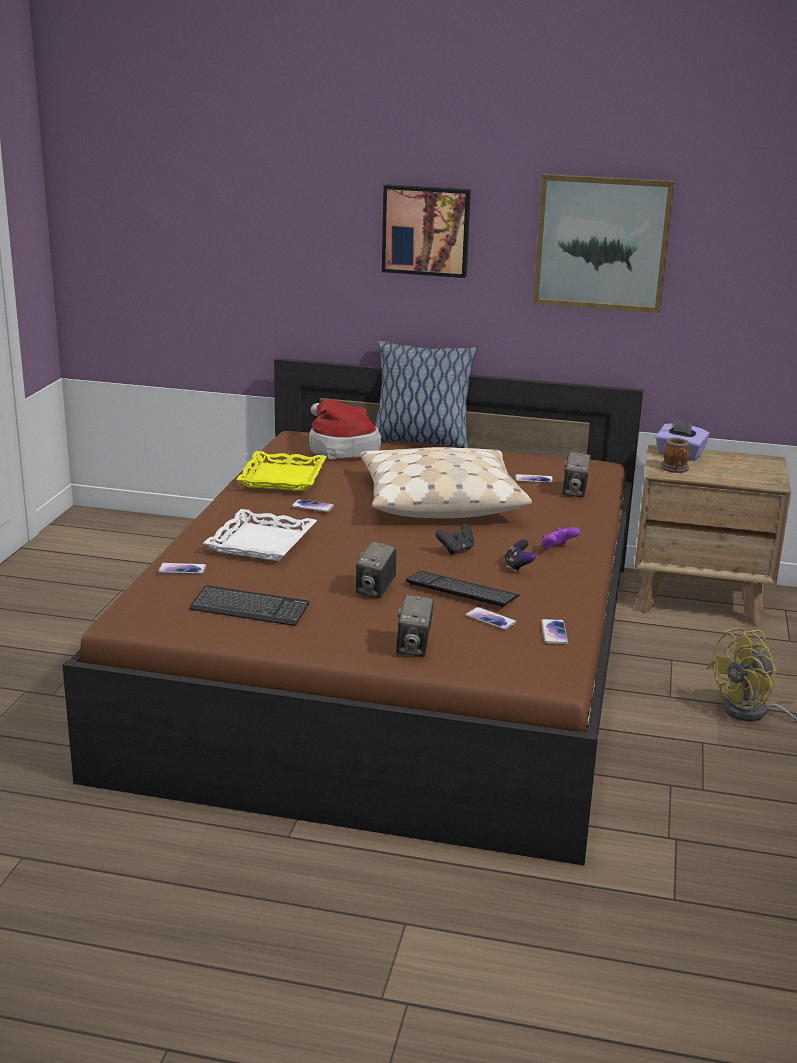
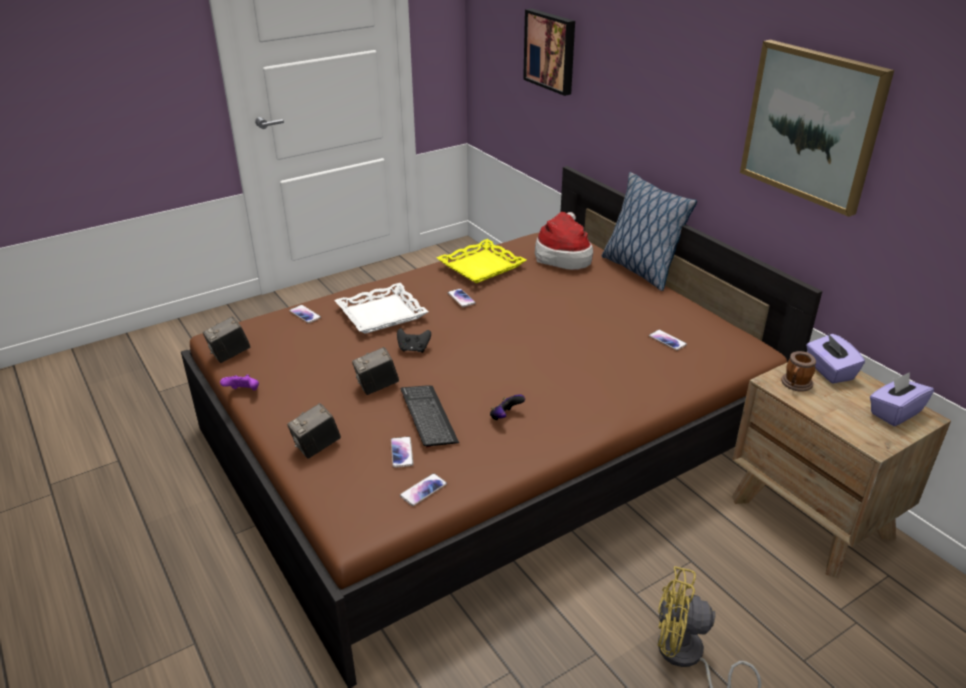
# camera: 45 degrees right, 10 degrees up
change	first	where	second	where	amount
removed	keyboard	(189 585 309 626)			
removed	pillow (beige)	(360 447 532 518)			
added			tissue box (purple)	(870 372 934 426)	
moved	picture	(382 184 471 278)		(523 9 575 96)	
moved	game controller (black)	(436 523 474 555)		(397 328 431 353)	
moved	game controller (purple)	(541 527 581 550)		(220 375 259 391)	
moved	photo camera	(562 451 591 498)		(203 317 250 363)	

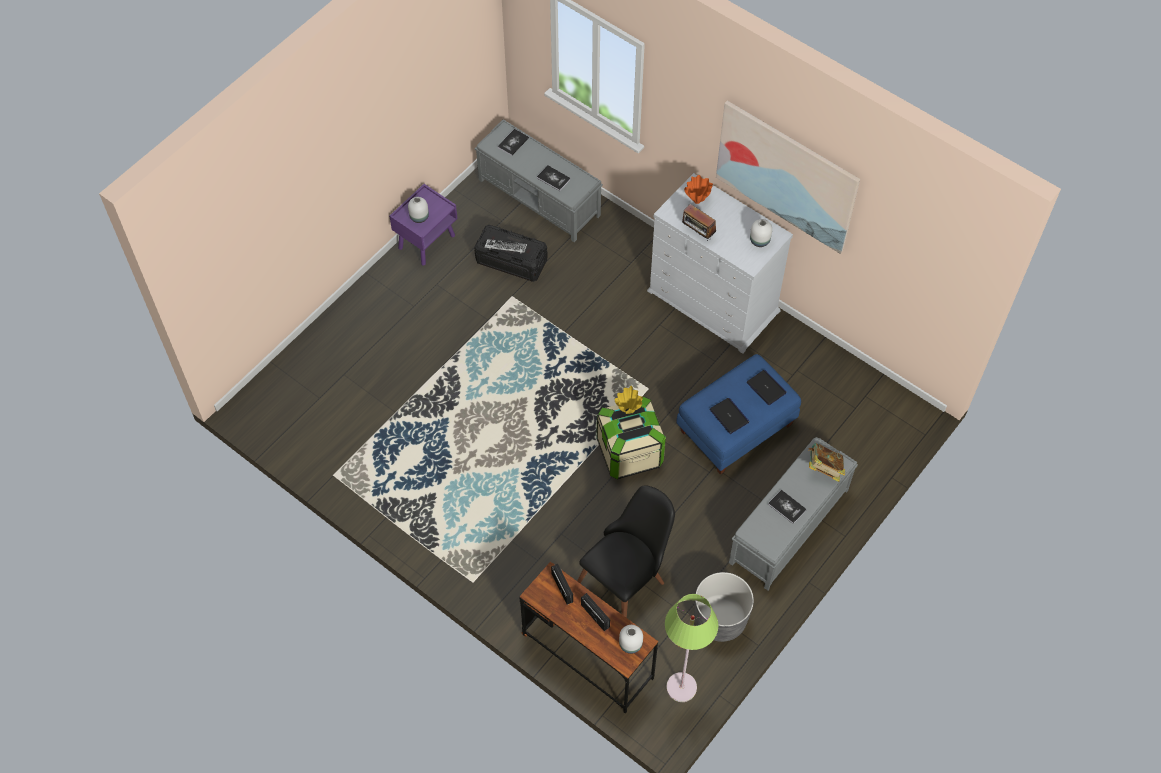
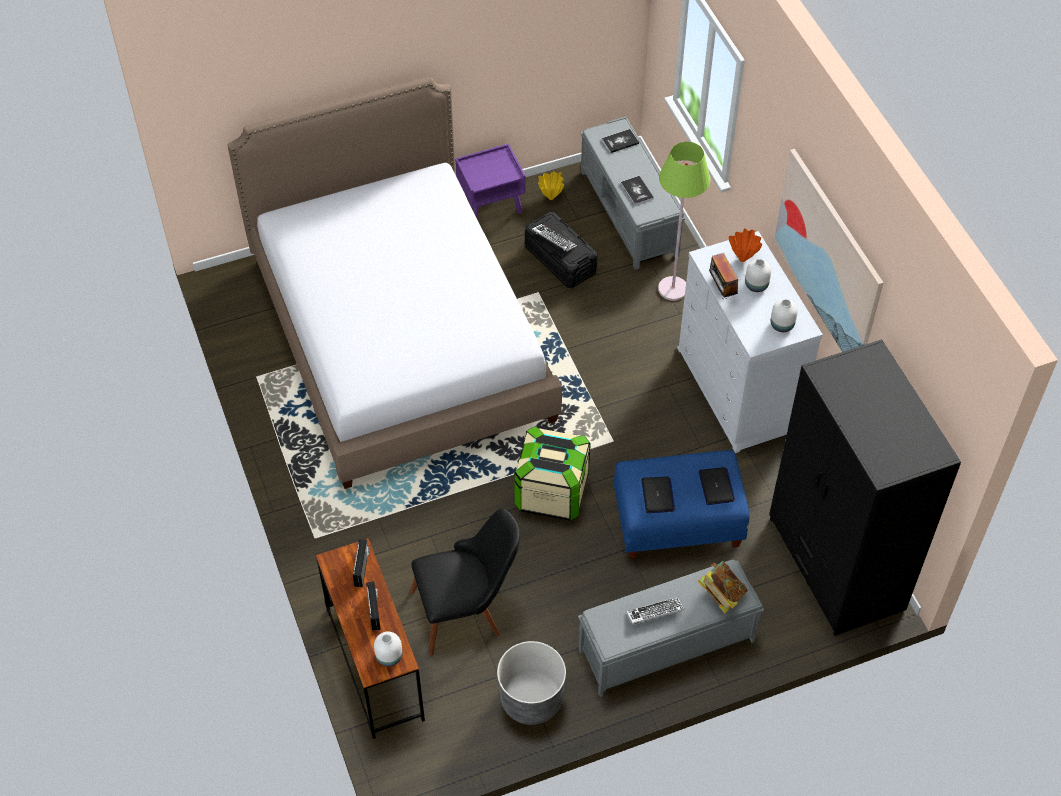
# camera: 30 degrees right, 5 degrees down
change	first	where	second	where	amount
added			bed	(227 77 562 489)	
added			wardrobe (black)	(769 339 961 636)	
moved	vase (white)	(408 197 429 223)		(745 259 771 292)	
moved	vase (yellow)	(614 386 643 414)		(538 171 564 200)	
moved	floor lamp (green)	(665 594 718 702)		(658 141 711 301)	
replaced	book	(768 490 807 524)	keyboard	(627 597 684 624)	

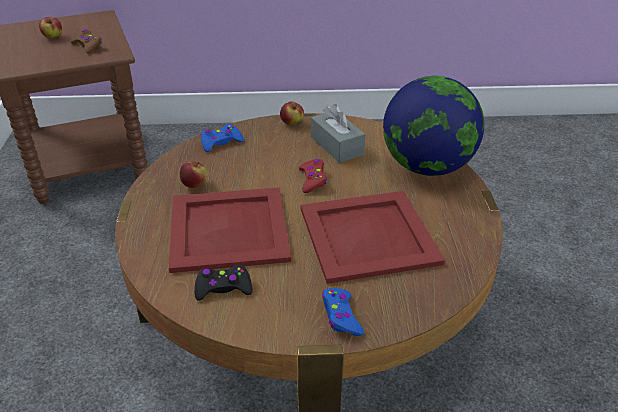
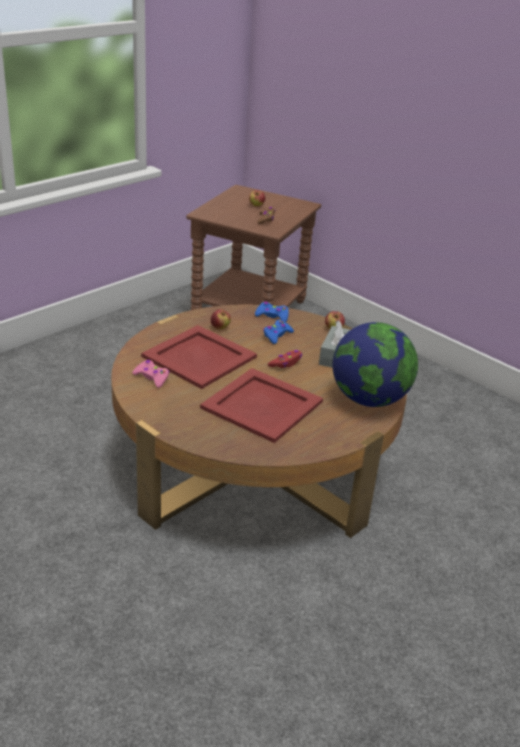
# camera: 45 degrees right, 5 degrees down
change	first	where	second	where	amount
moved	game controller (blue)	(322 288 364 336)		(263 320 294 344)	
recoloured	game controller (black)	(194 265 253 301)	game controller (pink)	(132 360 170 388)	

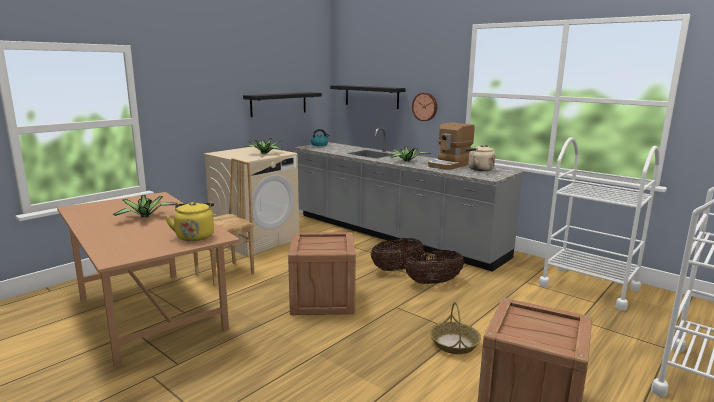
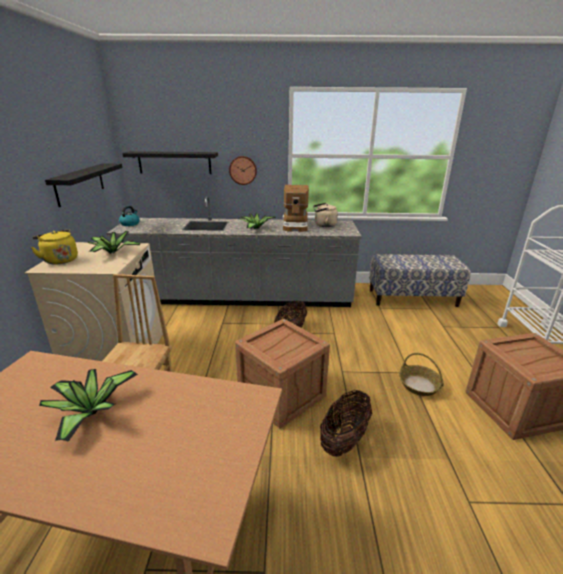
# camera: 40 degrees left, 10 degrees up
change	first	where	second	where	amount
moved	kettle (yellow)	(165 202 214 241)		(31 230 78 264)	
moved	basket	(404 250 464 284)		(320 390 372 457)	
replaced	cart (white)	(539 137 660 311)	bench	(369 254 471 307)	

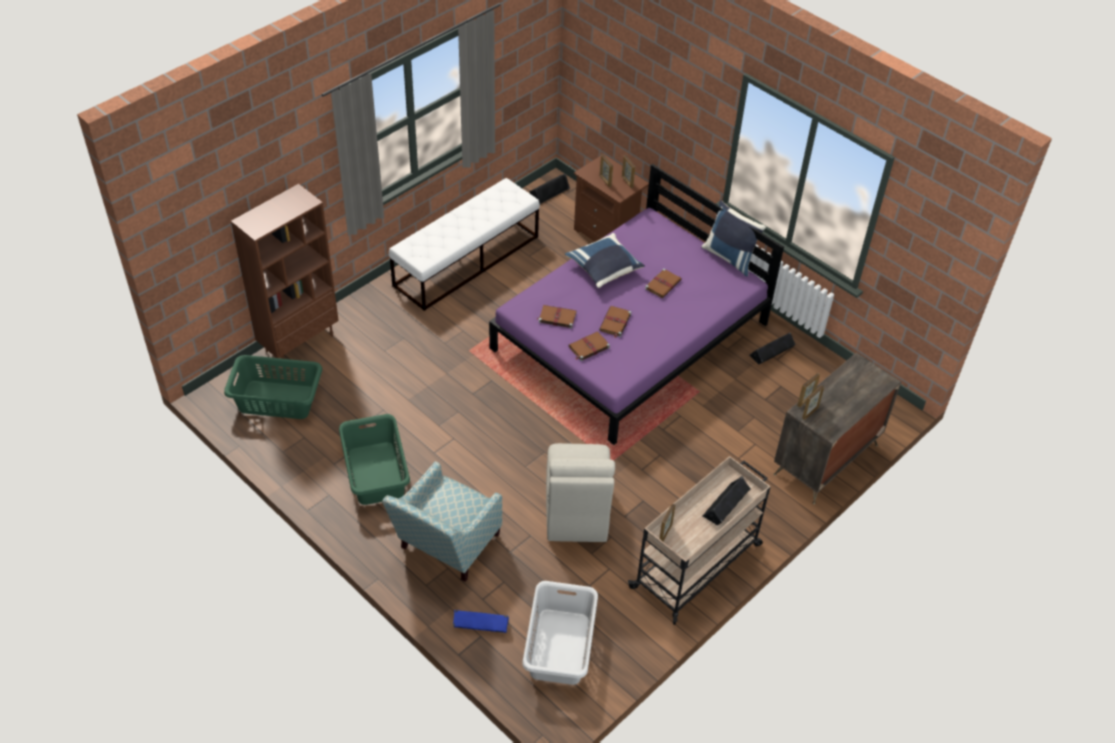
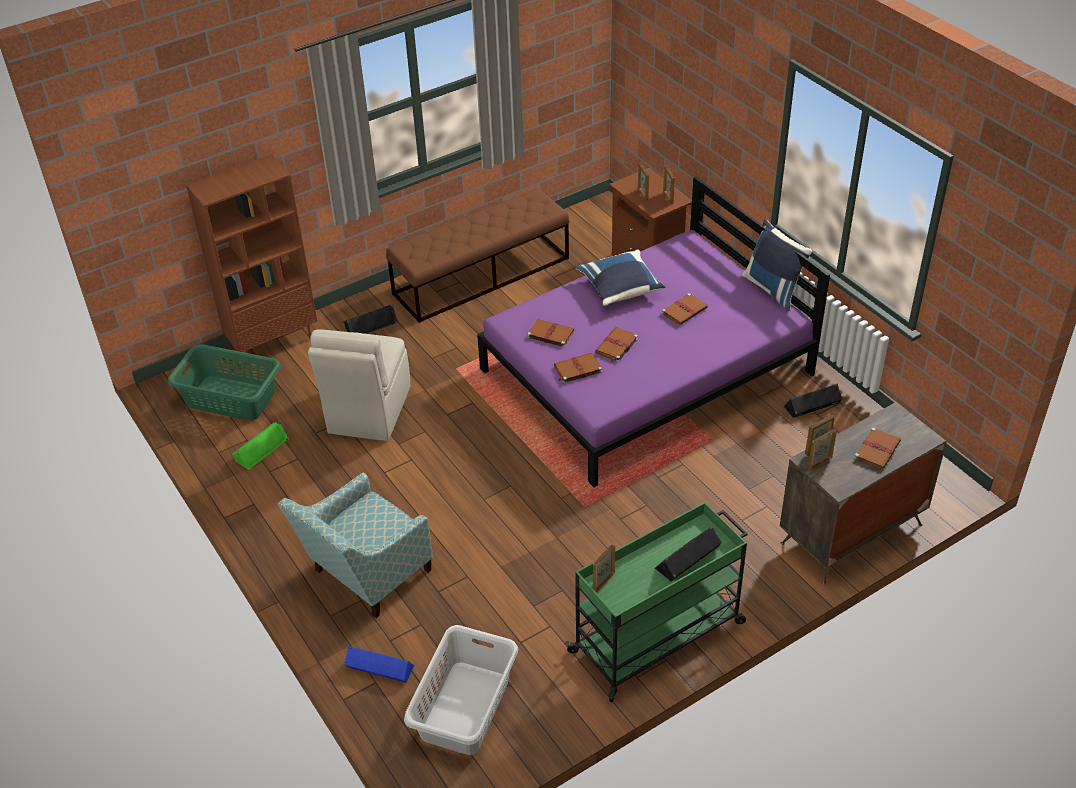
# camera: 15 degrees right, 5 degrees down
change	first	where	second	where	amount
removed	laundry basket (green)	(339 414 410 505)			
added			speaker (green)	(232 421 289 470)	
added			book (brown)	(854 427 901 470)	
moved	speaker (black)	(529 174 570 204)		(343 304 398 334)	
moved	chair (beige)	(546 443 615 542)		(308 330 410 441)	
recoloured	bench (white)	(389 178 540 311)	bench (brown)	(386 188 569 323)	
recoloured	cart (beige)	(628 456 771 625)	cart (green)	(565 502 748 702)	

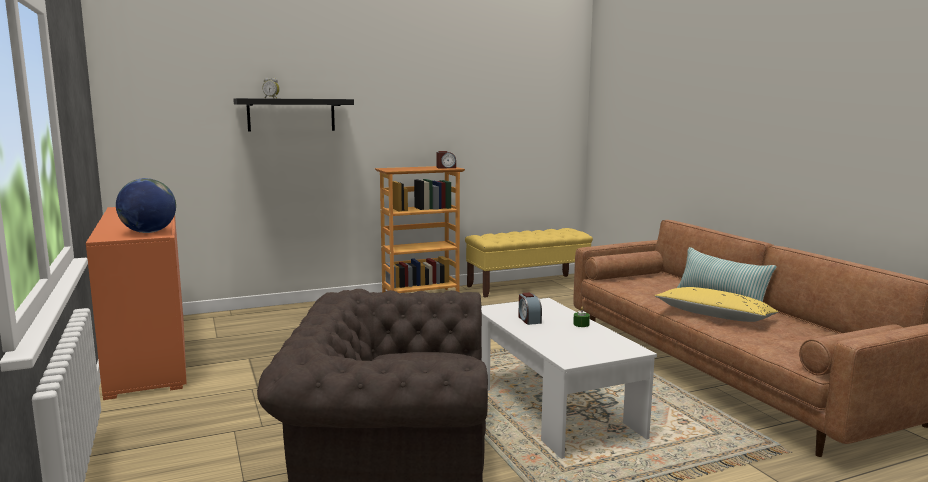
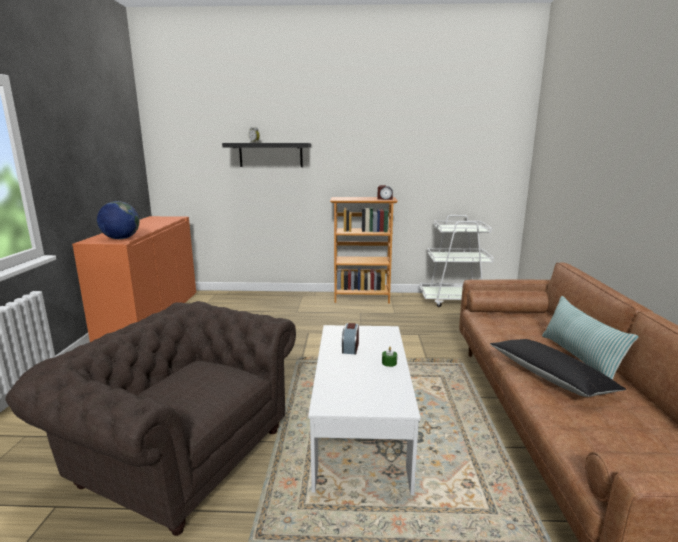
# camera: 25 degrees right, 5 degrees up
change	first	where	second	where	amount
replaced	bench (yellow)	(465 228 593 298)	cart (white)	(420 215 494 307)	
recoloured	pillow (yellow)	(655 287 778 322)	pillow (black)	(490 339 626 397)	

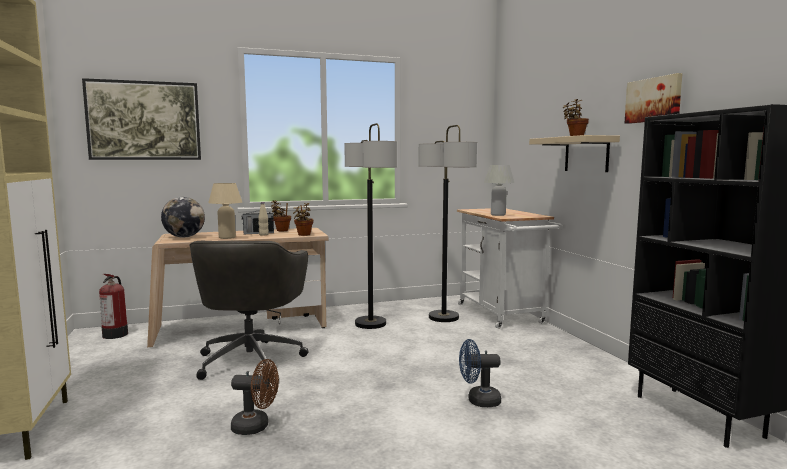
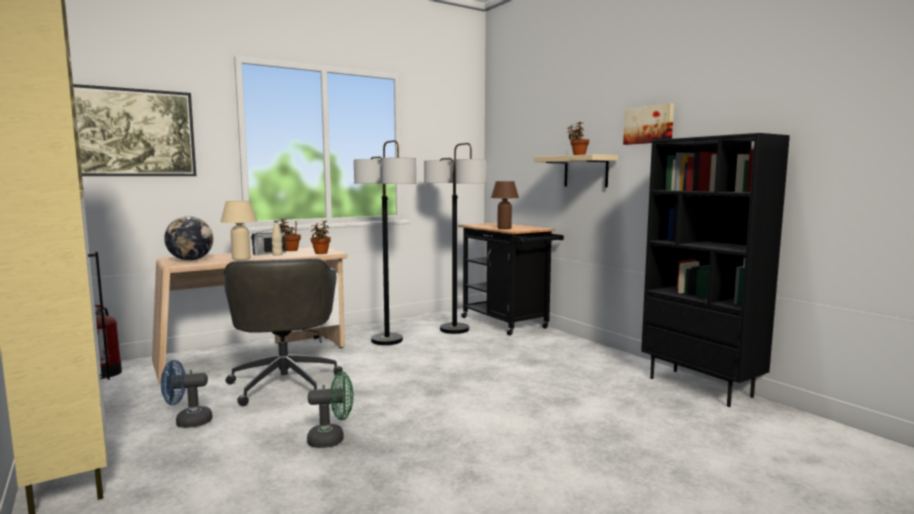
# camera: 15 degrees left, 0 degrees up
change	first	where	second	where	amount
moved	fan (blue)	(459 339 501 407)		(161 360 212 428)	
recoloured	fan (brown)	(231 359 279 435)	fan (green)	(307 372 354 448)	
recoloured	cart (white)	(457 208 563 329)	cart (black)	(458 223 564 336)	
recoloured	table lamp (white)	(484 165 514 216)	table lamp (brown)	(491 181 519 229)	

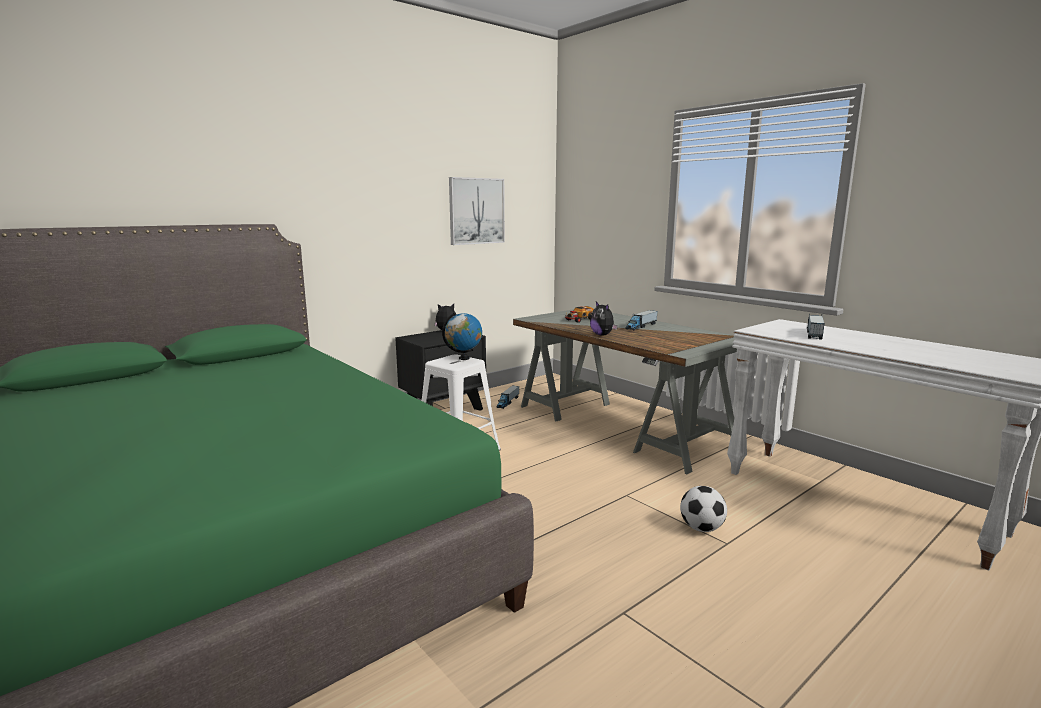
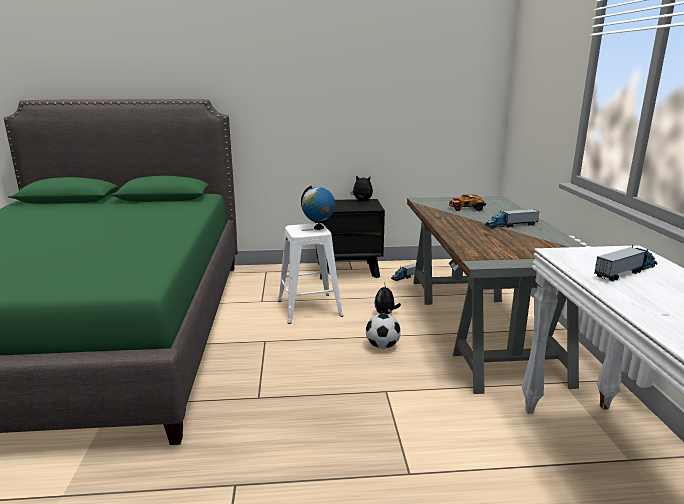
# camera: 35 degrees right, 5 degrees up
change	first	where	second	where	amount
removed	picture	(449 177 505 245)			
moved	plush toy	(590 302 618 336)		(375 283 401 314)	
moved	football	(680 486 727 532)		(366 314 401 349)	

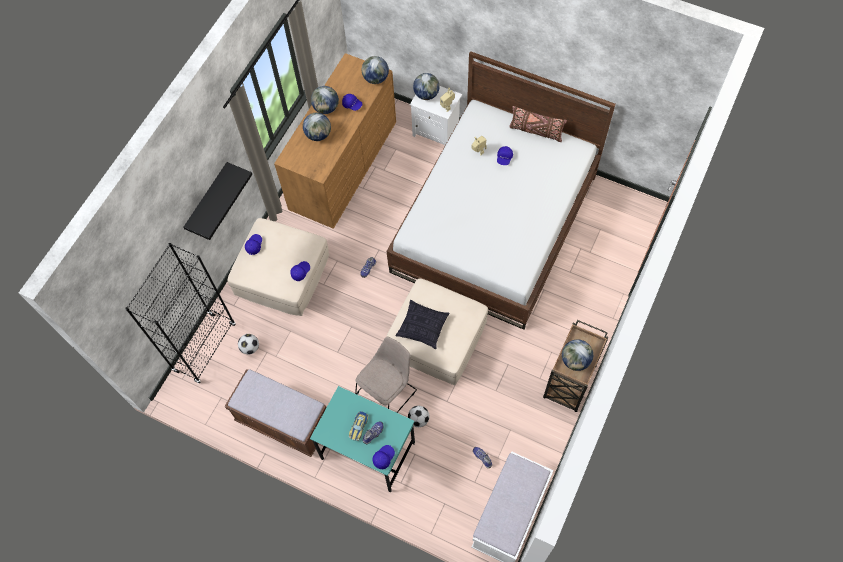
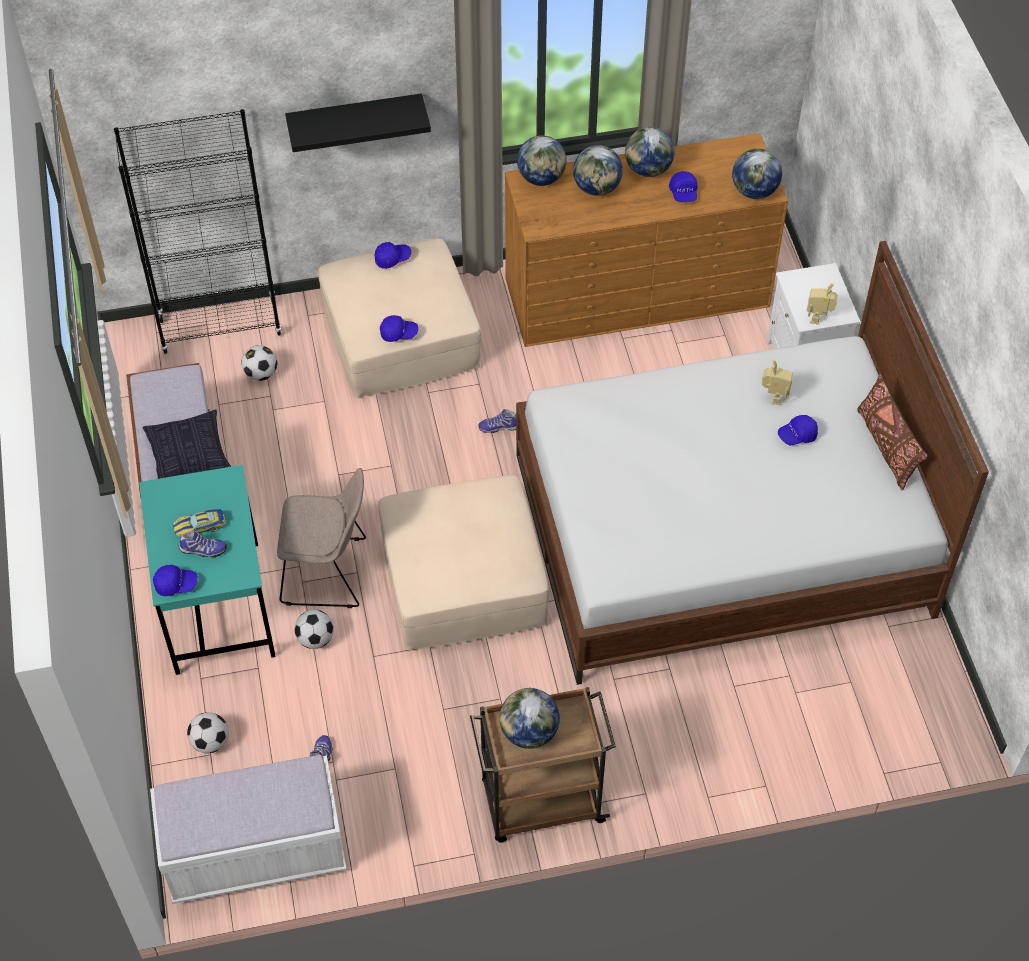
# camera: 50 degrees right, 10 degrees down
change	first	where	second	where	amount
added			football	(187 712 229 753)	
moved	pillow	(396 300 449 349)		(143 409 231 479)	
moved	globe	(413 73 440 100)		(517 135 566 186)	

